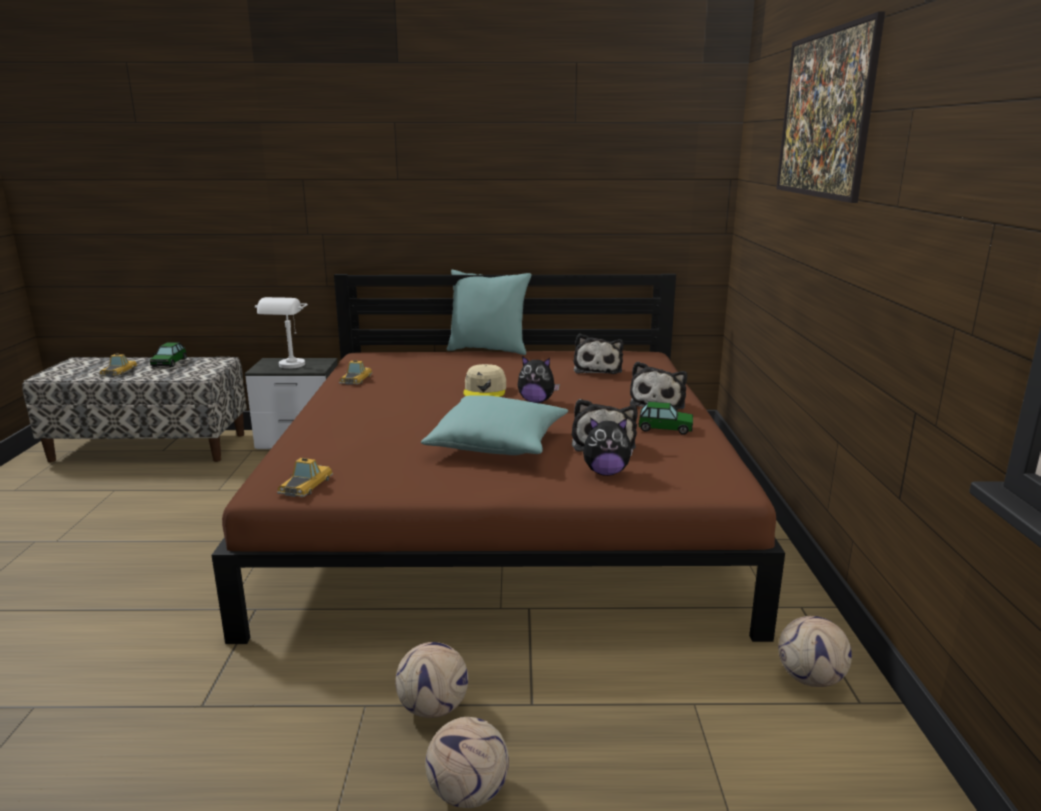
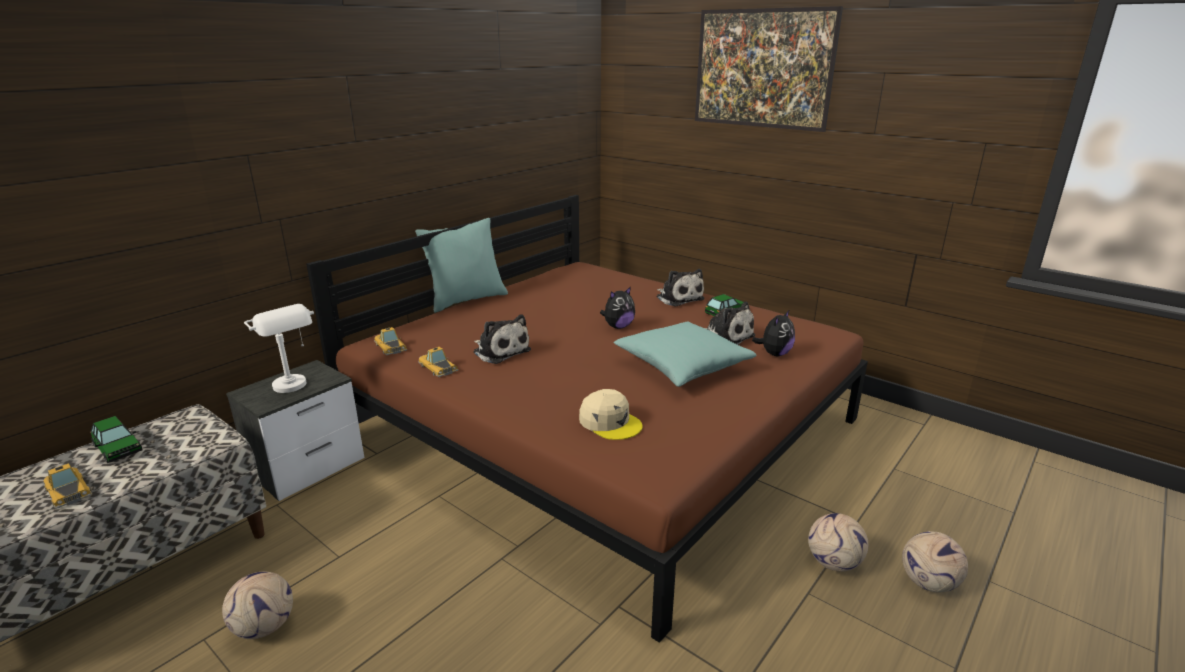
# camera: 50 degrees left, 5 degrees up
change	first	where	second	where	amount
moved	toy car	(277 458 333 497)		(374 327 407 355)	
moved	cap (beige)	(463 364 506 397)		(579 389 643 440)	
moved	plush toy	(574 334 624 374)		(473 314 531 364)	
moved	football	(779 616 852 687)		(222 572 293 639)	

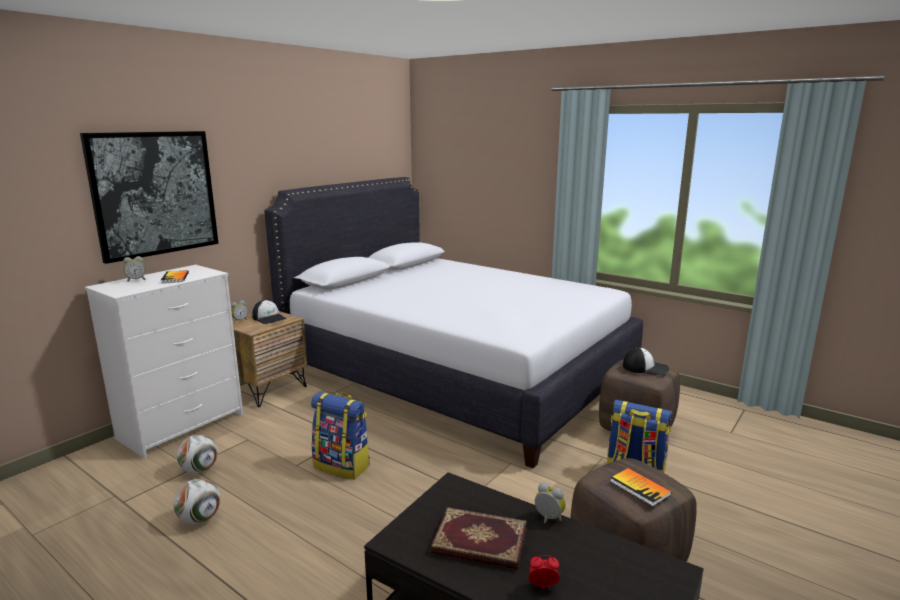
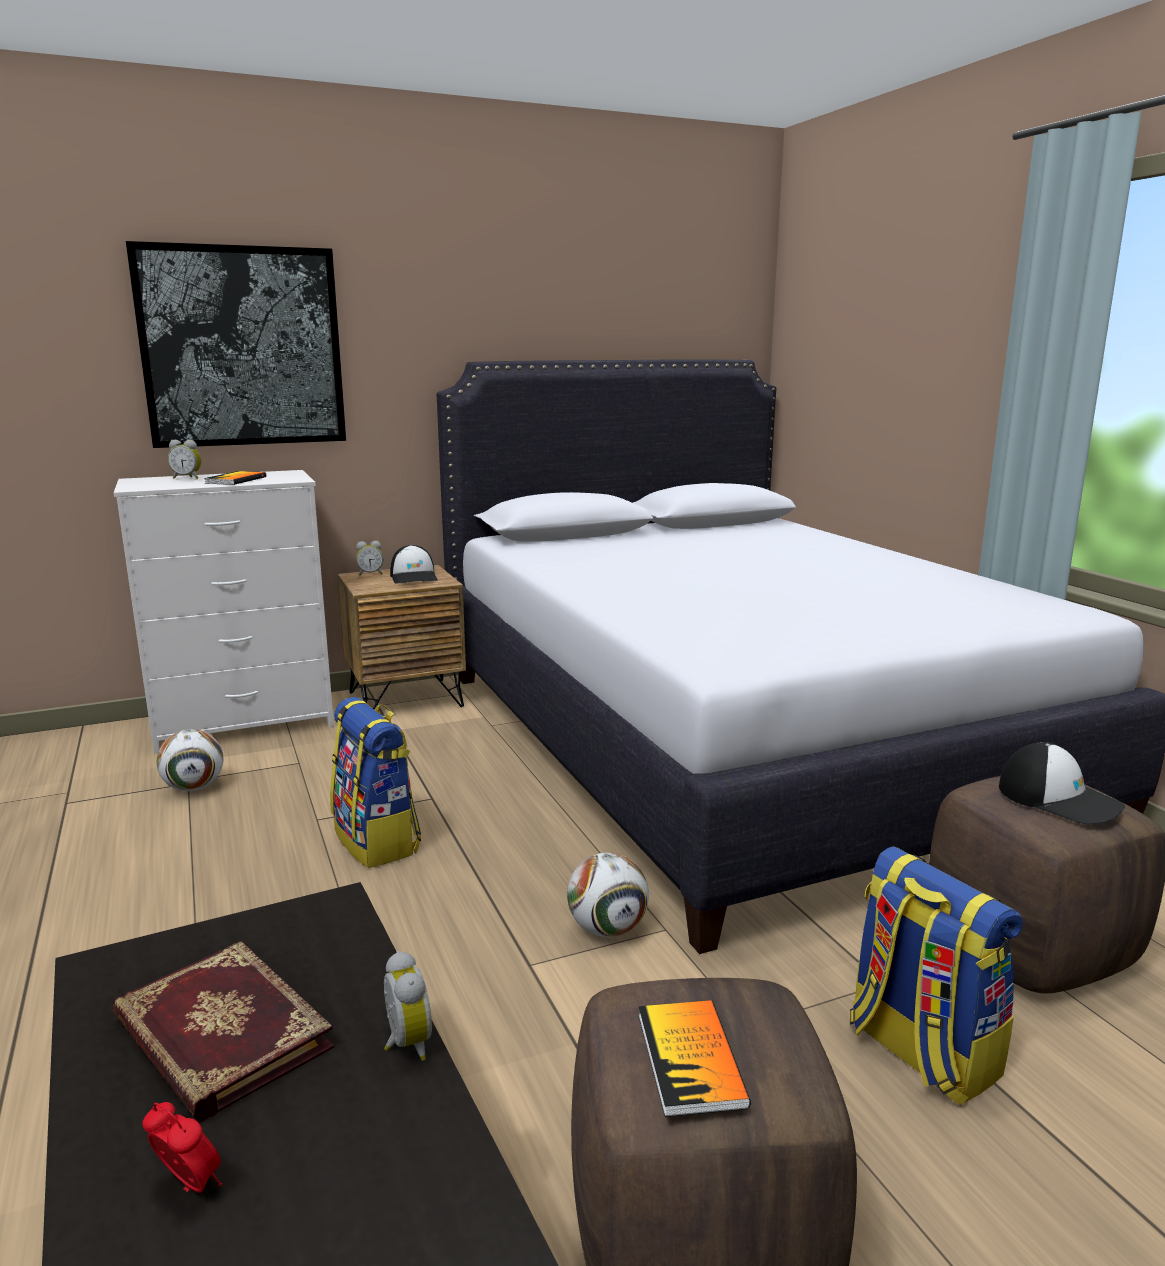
# camera: 30 degrees right, 0 degrees up
change	first	where	second	where	amount
moved	football	(173 479 221 524)		(567 853 649 937)	

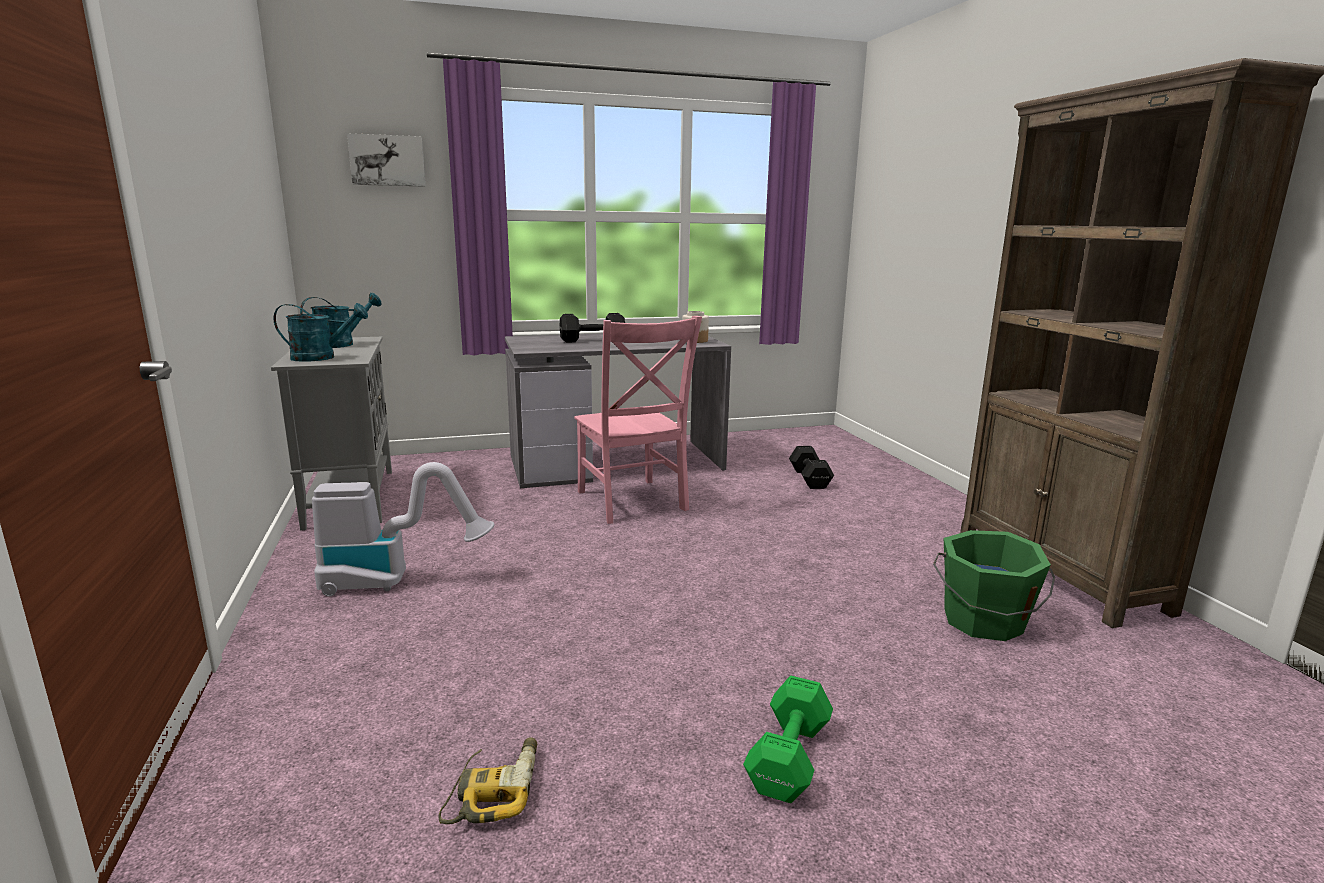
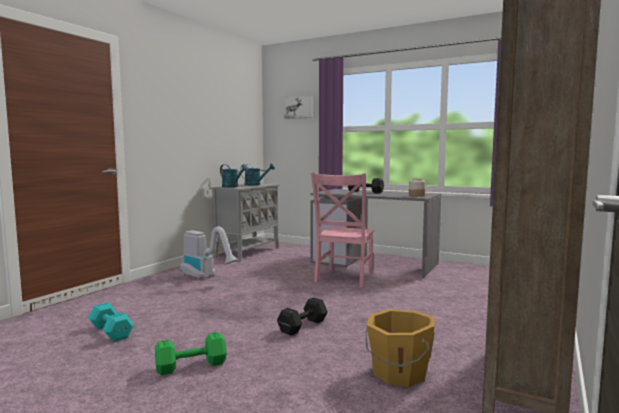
# camera: 45 degrees right, 10 degrees down
change	first	where	second	where	amount
moved	dumbbell (black)	(789 446 834 489)		(277 298 328 336)	
replaced	power drill	(438 737 537 824)	dumbbell (turquoise)	(88 302 134 342)	
recoloured	bucket (green)	(933 530 1055 641)	bucket (orange)	(365 309 435 387)	

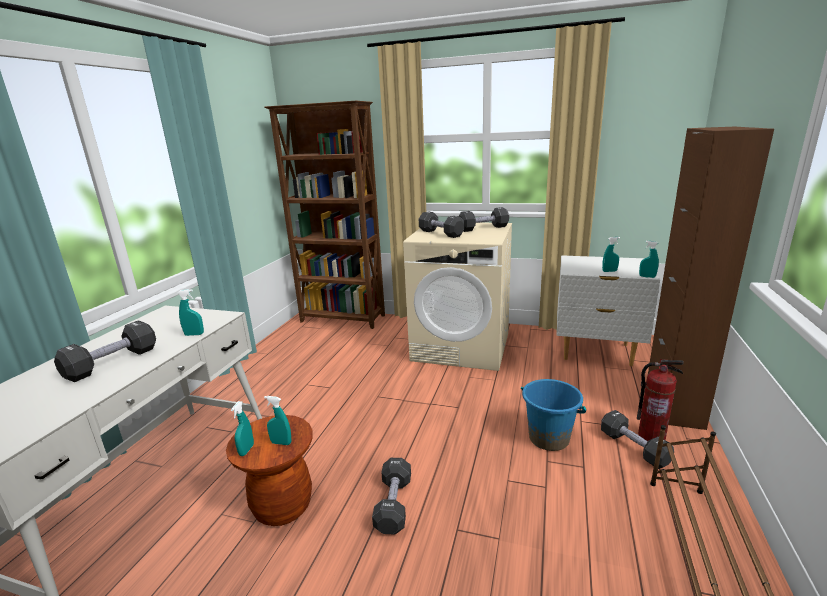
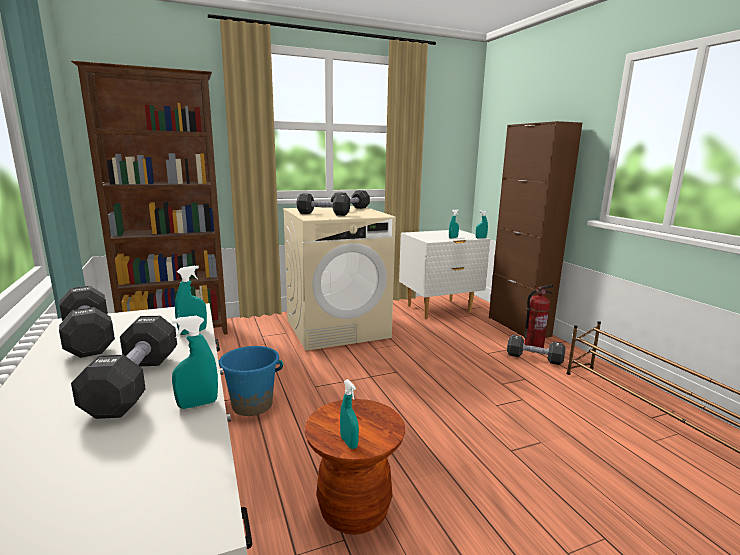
# camera: 40 degrees left, 5 degrees down
change	first	where	second	where	amount
moved	spray bottle (turquoise)	(264 396 291 445)		(171 316 218 409)	
moved	dumbbell (black)	(372 458 411 534)		(59 286 115 358)	
moved	bucket (blue)	(521 379 586 451)		(218 346 283 416)	

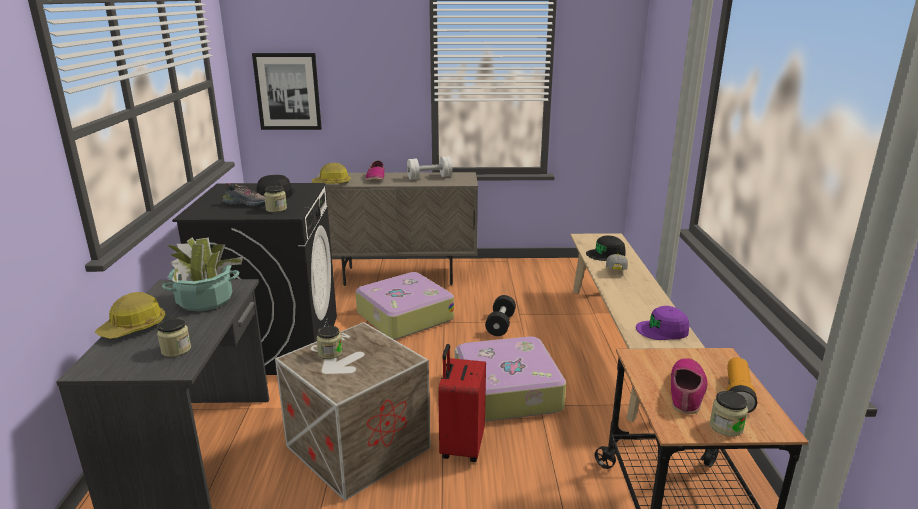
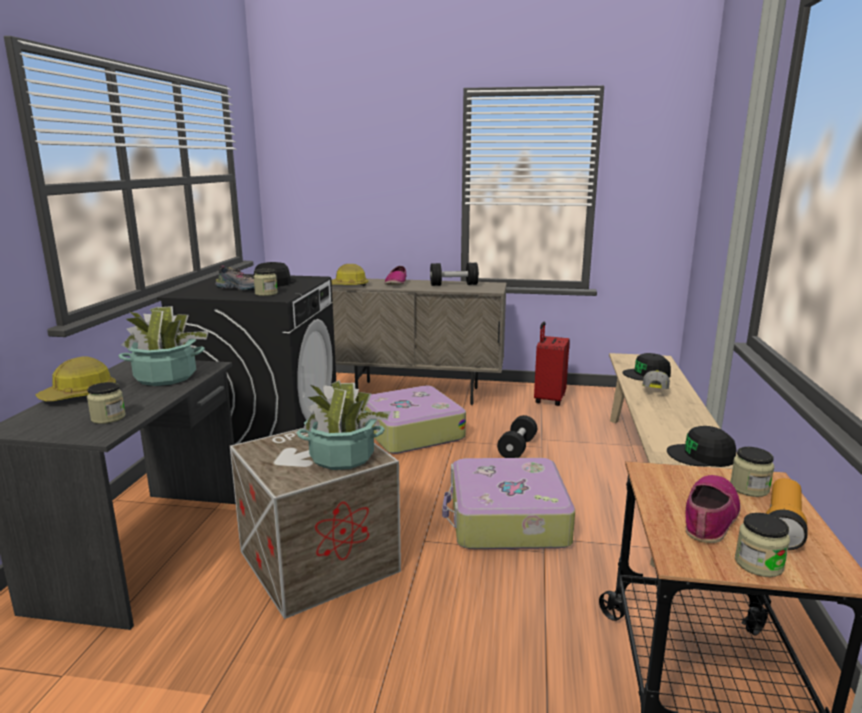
# camera: 10 degrees right, 5 degrees down
change	first	where	second	where	amount
removed	picture	(252 53 322 130)			
added			potted plant	(297 380 391 470)	
moved	jar	(316 326 343 359)		(730 447 774 497)	
moved	suitcase (red)	(438 344 486 462)		(534 322 570 406)	
recoloured	dumbbell (white)	(407 156 452 180)	dumbbell (black)	(430 263 479 286)	
recoloured	cap (purple)	(636 306 689 340)	cap (black)	(667 426 736 467)	

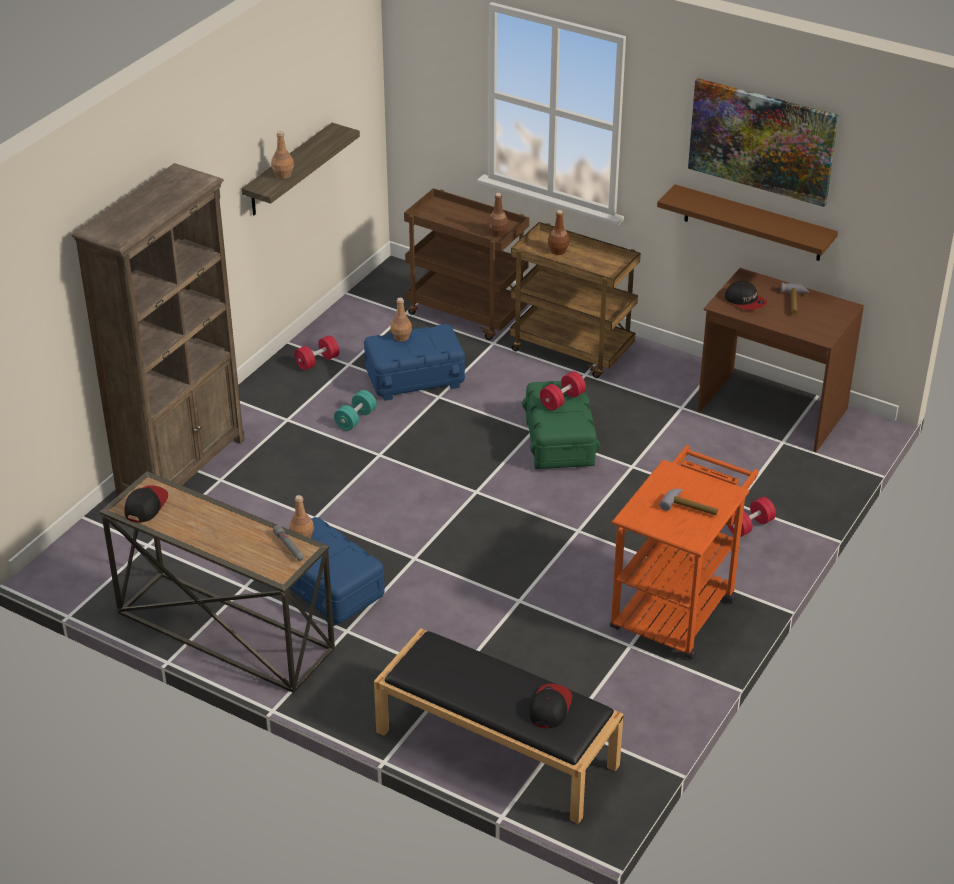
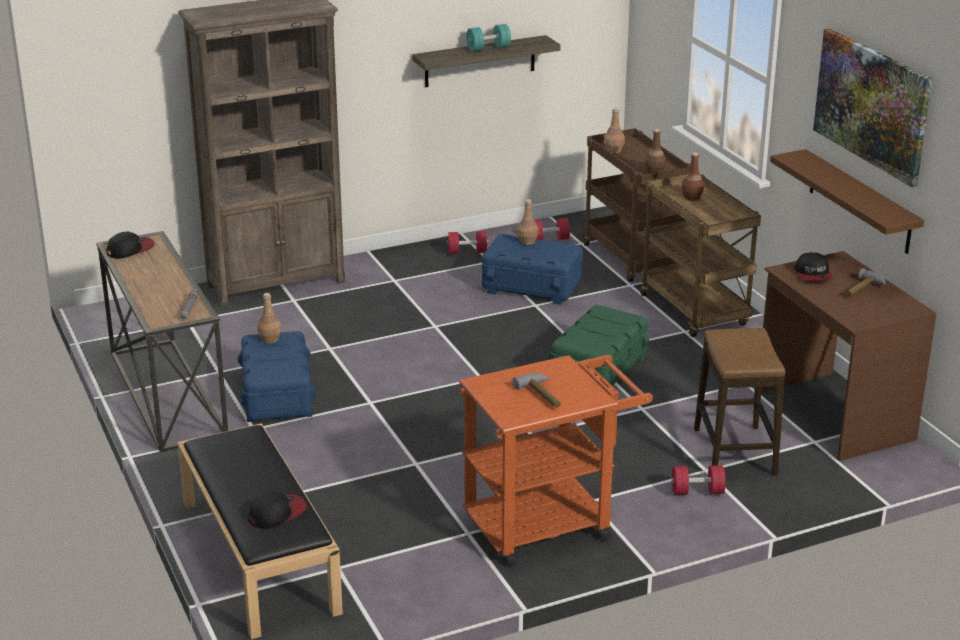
# camera: 35 degrees right, 10 degrees down
change	first	where	second	where	amount
added			stool	(694 328 785 476)	
moved	bottle (brown)	(271 131 294 179)		(604 108 625 154)	
moved	dumbbell (turquoise)	(334 390 377 431)		(466 24 511 51)	
moved	dumbbell (red)	(540 371 586 411)		(535 218 570 240)	

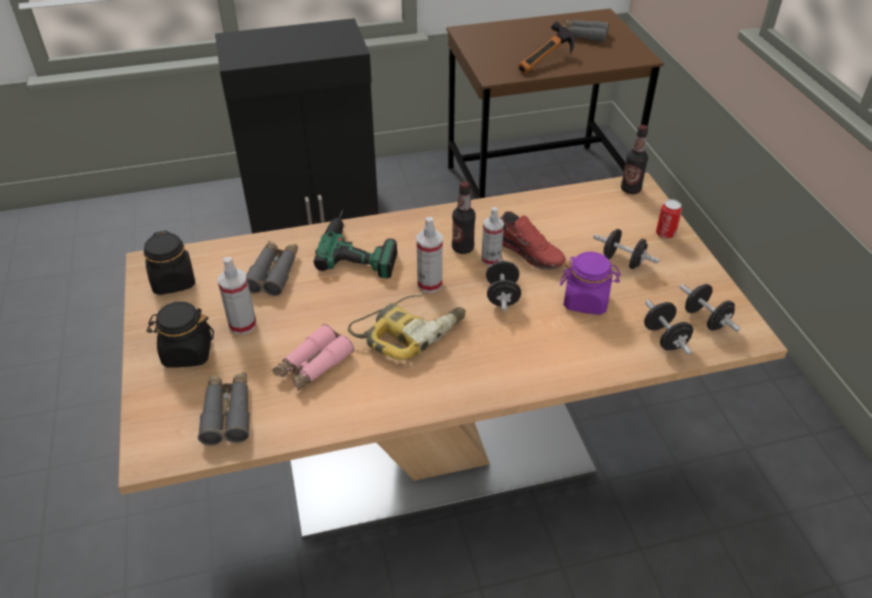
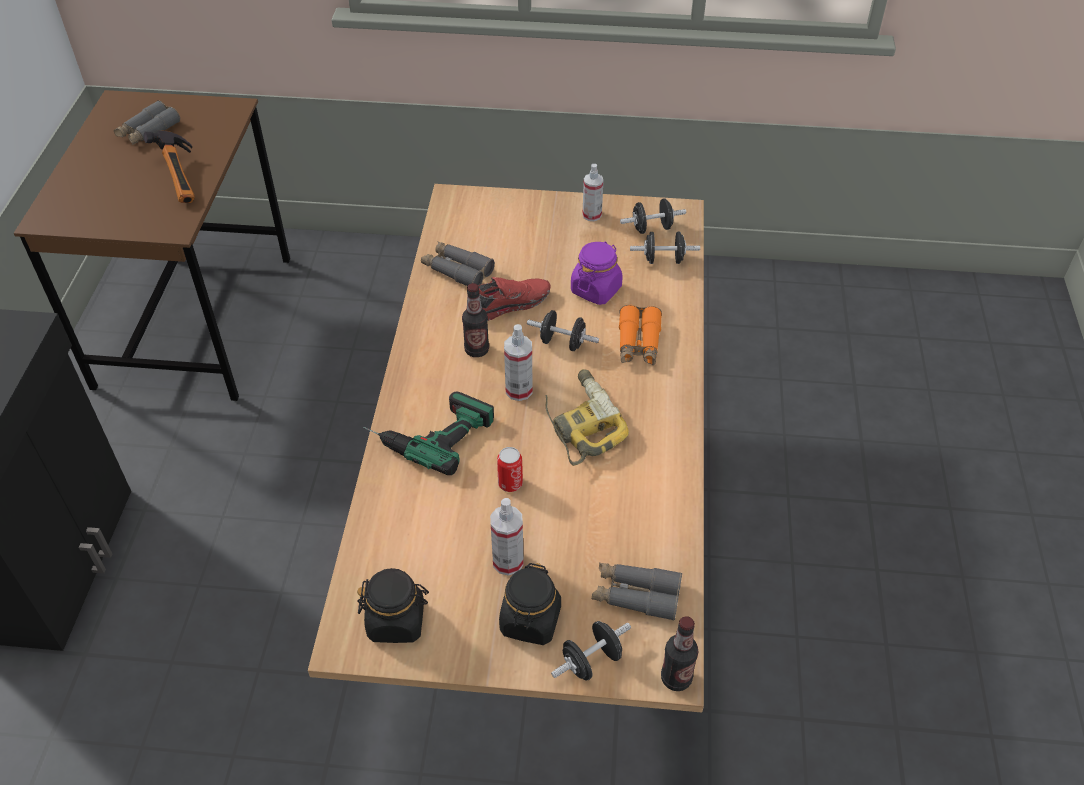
# camera: 70 degrees left, 5 degrees up
change	first	where	second	where	amount
removed	binoculars (pink)	(273 324 354 391)			
added			binoculars (orange)	(619 305 662 365)	
moved	binoculars (grey)	(247 241 298 296)		(421 241 495 286)	
moved	spray bottle	(481 207 504 266)		(582 164 604 221)	
moved	dumbbell (black)	(593 229 659 269)		(551 621 631 681)	
moved	bottle	(621 125 648 194)		(661 616 698 691)	
moved	can	(656 199 682 239)		(497 447 523 492)	

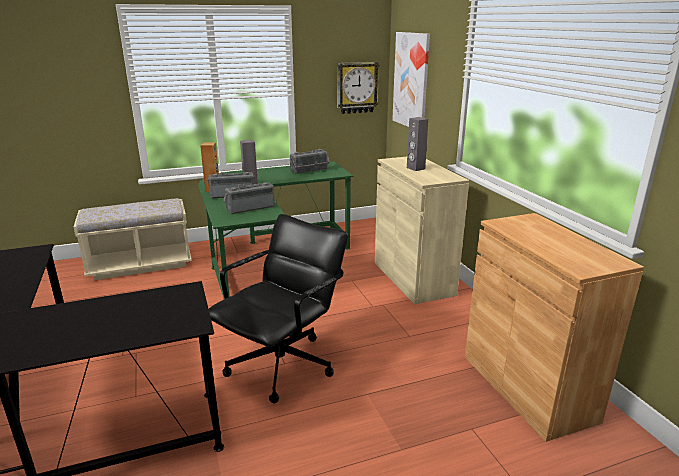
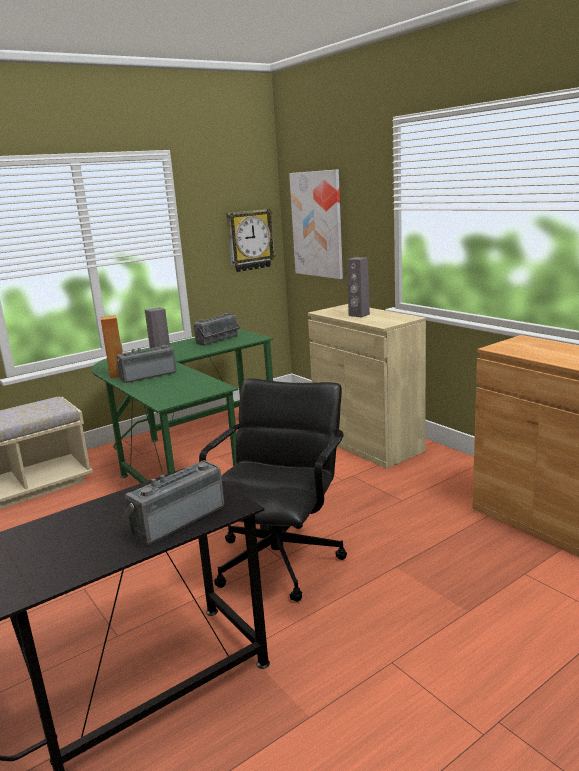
# camera: 15 degrees left, 5 degrees down
change	first	where	second	where	amount
moved	radio	(224 182 275 214)		(122 460 224 545)	

